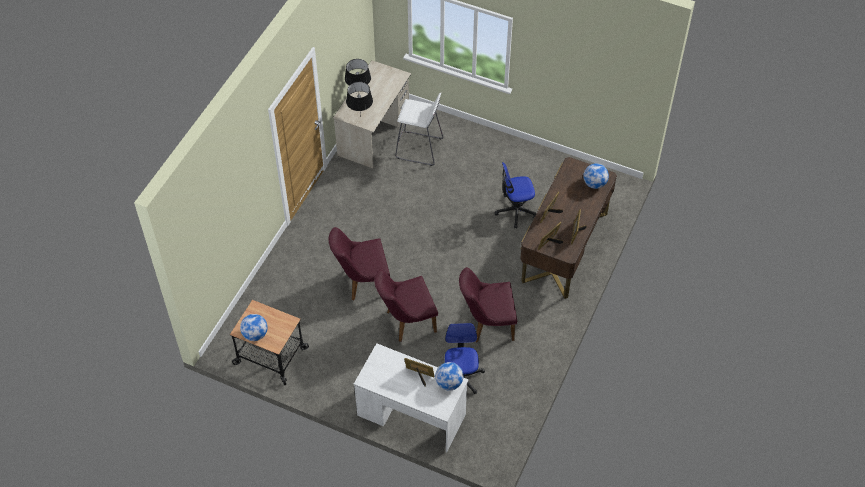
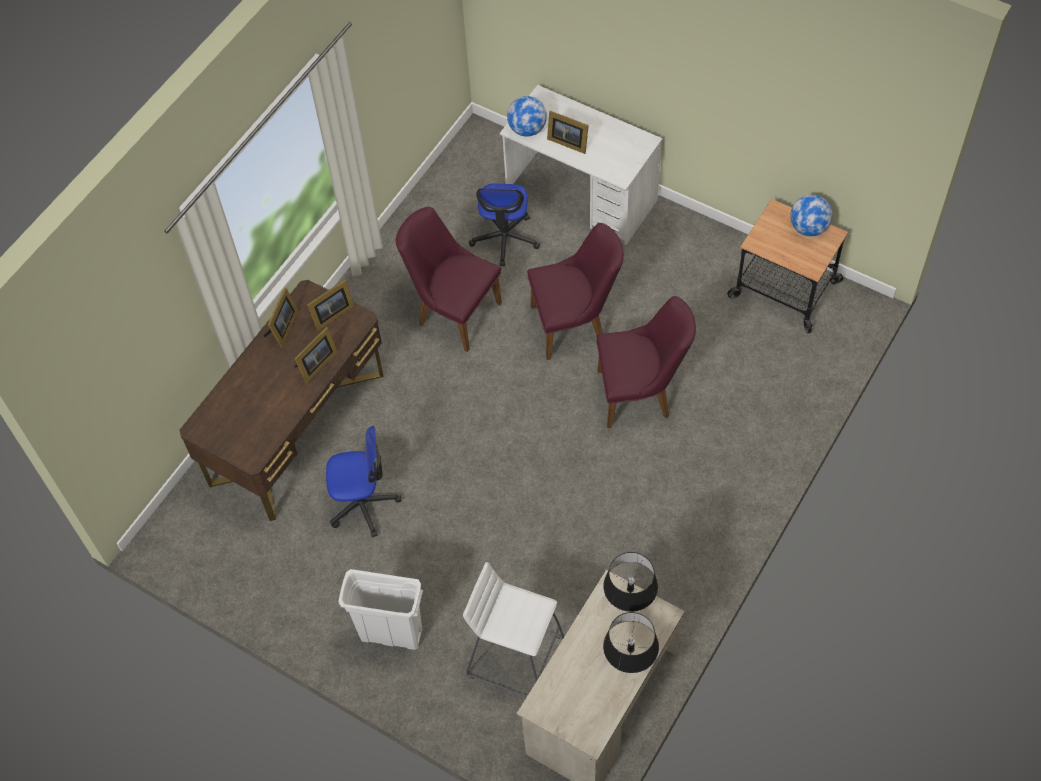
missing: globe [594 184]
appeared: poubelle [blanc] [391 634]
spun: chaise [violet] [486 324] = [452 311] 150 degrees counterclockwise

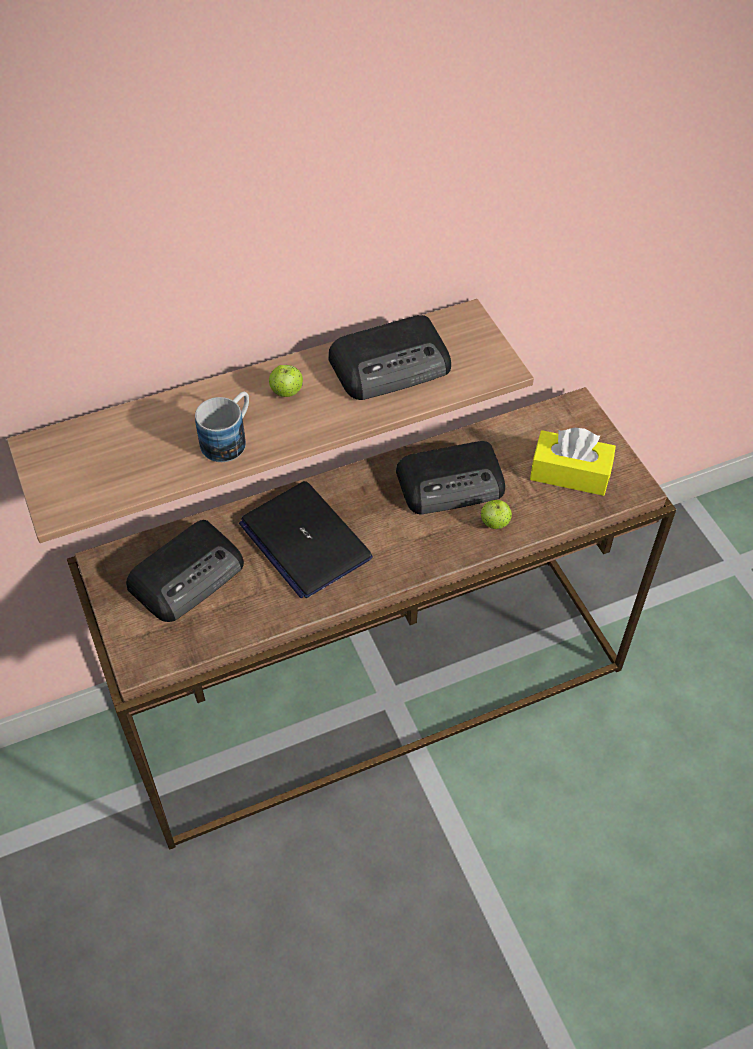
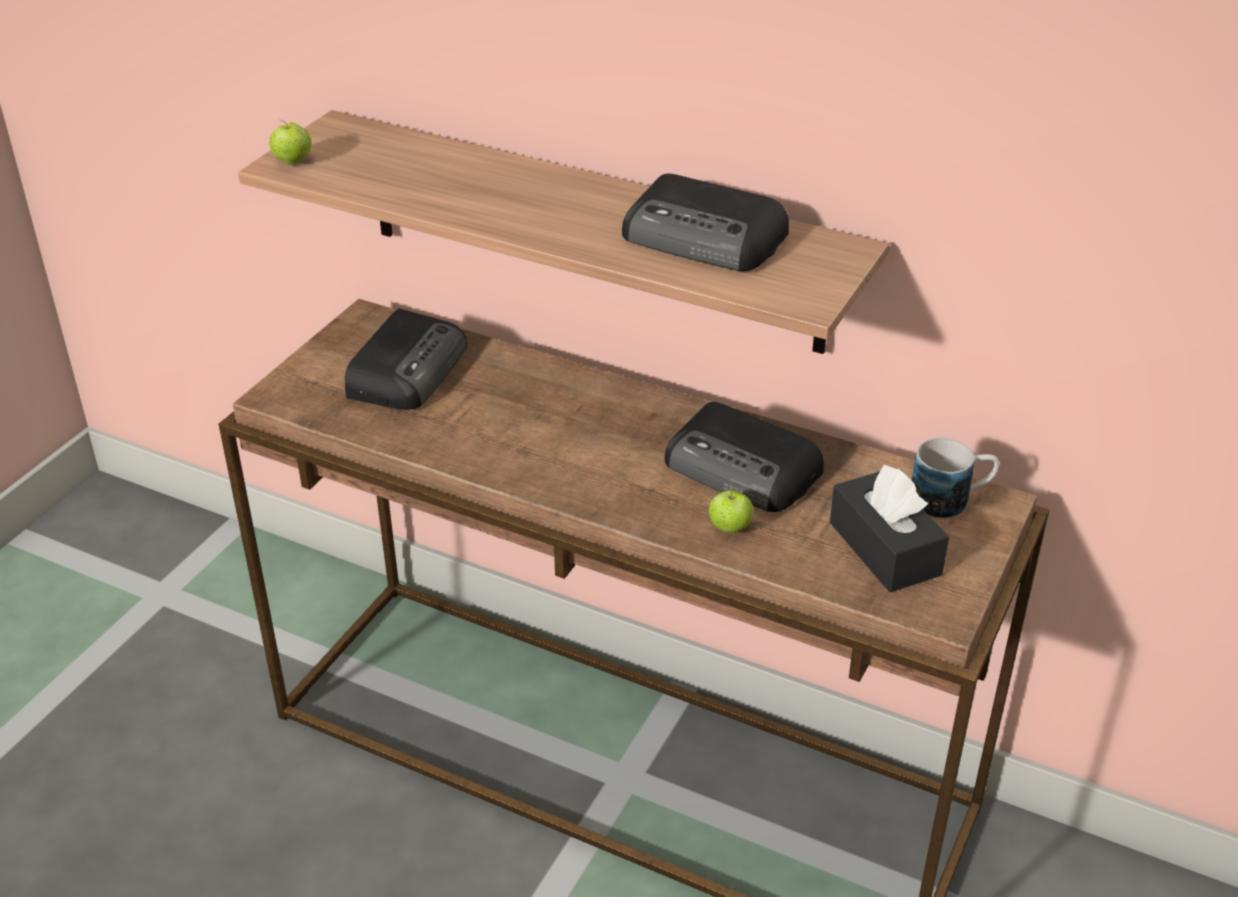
missing: ordinateur portable [304 540]
relocated: pomme [287 392] to [293 161]; mug [230 439] to [951 500]
colour: boîte à mouchoirs [jaune] [570 473] to boîte à mouchoirs [noir] [884 548]
spun: radio [189 575] = [408 369] 75 degrees counterclockwise

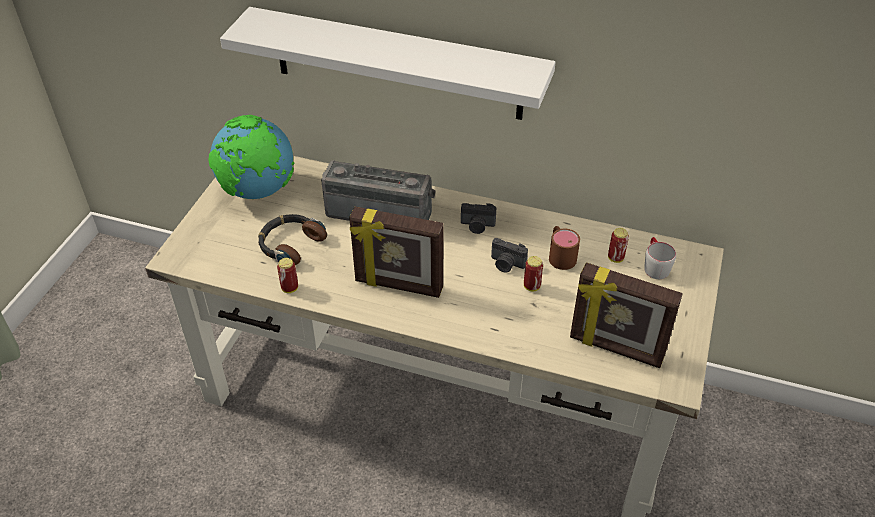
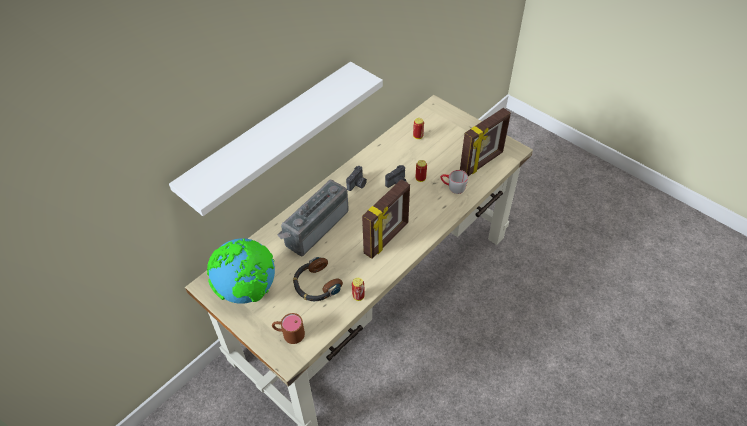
relocated: mug [marron] [560 255] to [289 333]; mug [gris] [654 265] to [453 187]

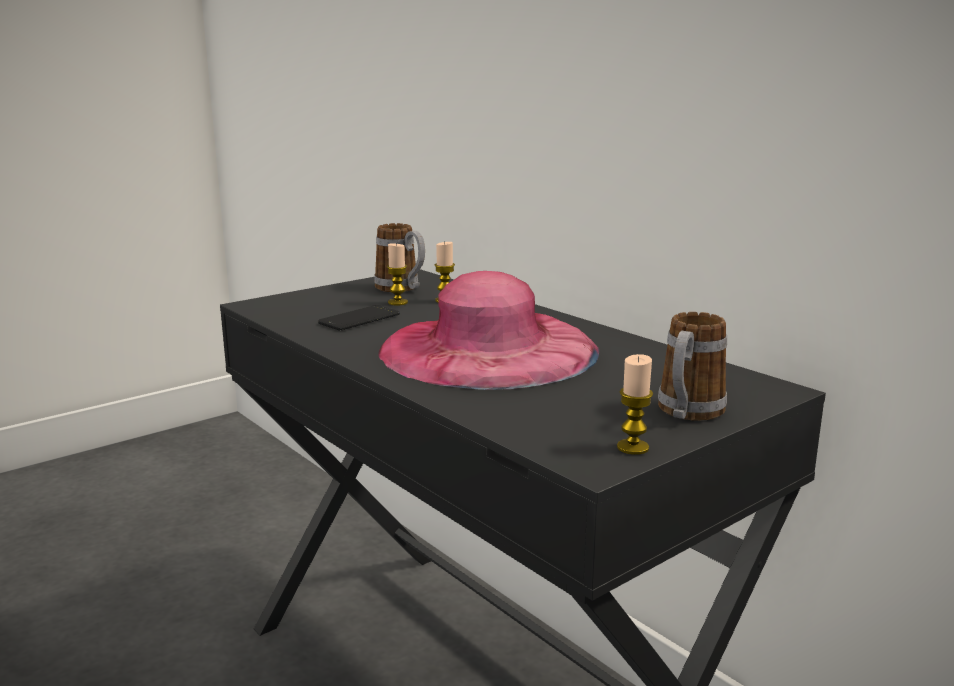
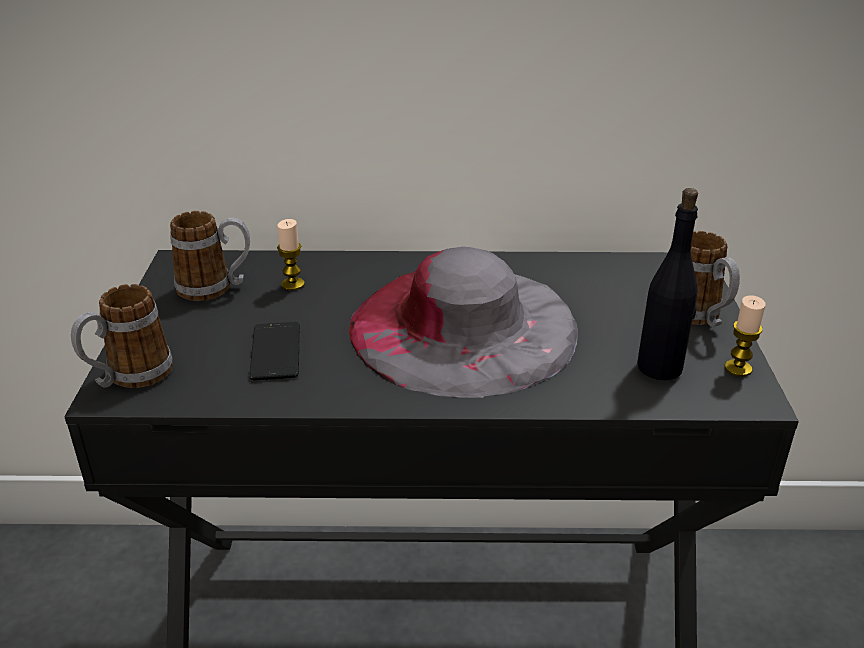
missing: bougie [398 302]
appeared: mug [129 377]; bouteille [noir] [660 367]
colour: chapeau [rose] [488 350] to chapeau [gris] [463 327]

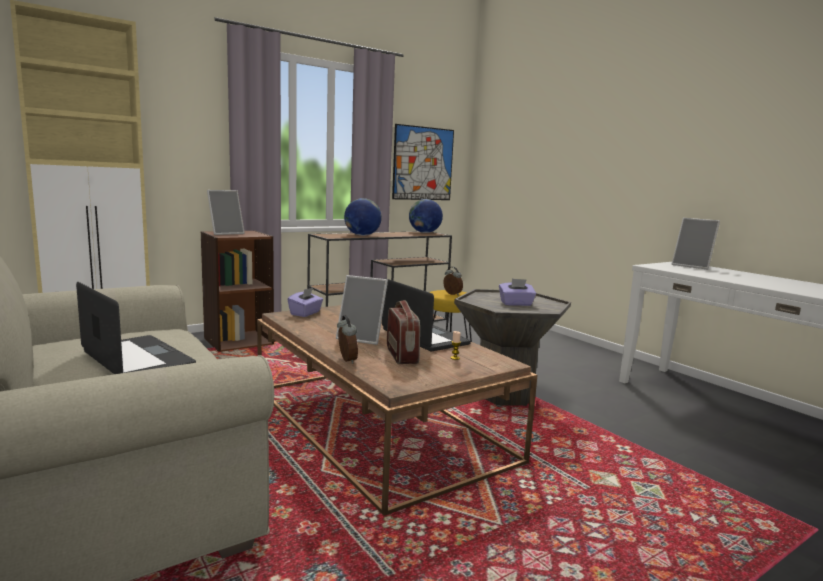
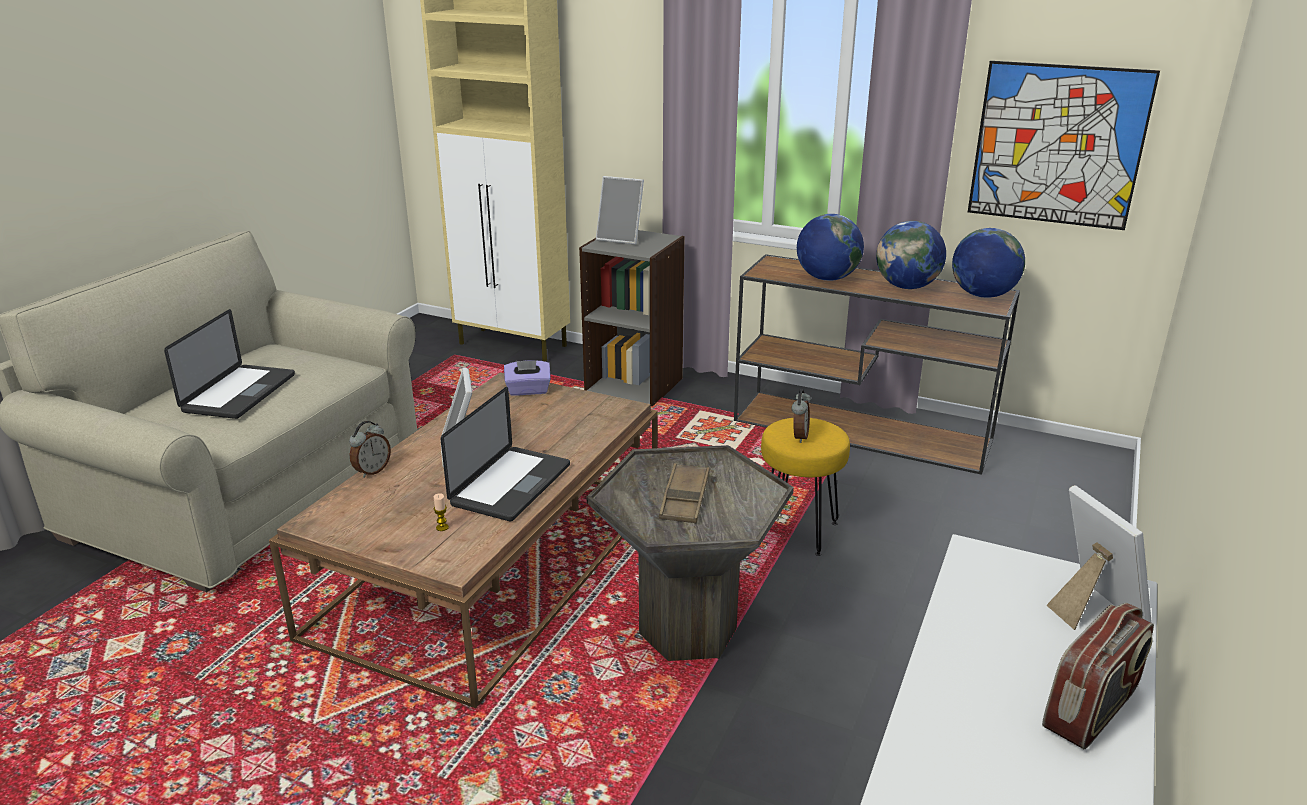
appeared: globe [907 287]
relocated: radio [402 355] to [1091 710]
exchanged: boîte à mouchoirs [violet] [516 304] to plateau [marron] [684 499]
colour: bibliothèque [marron] [238 341] to bibliothèque [gris] [634 385]
spun: cadre photo [692 266] = [1091 609] 150 degrees clockwise

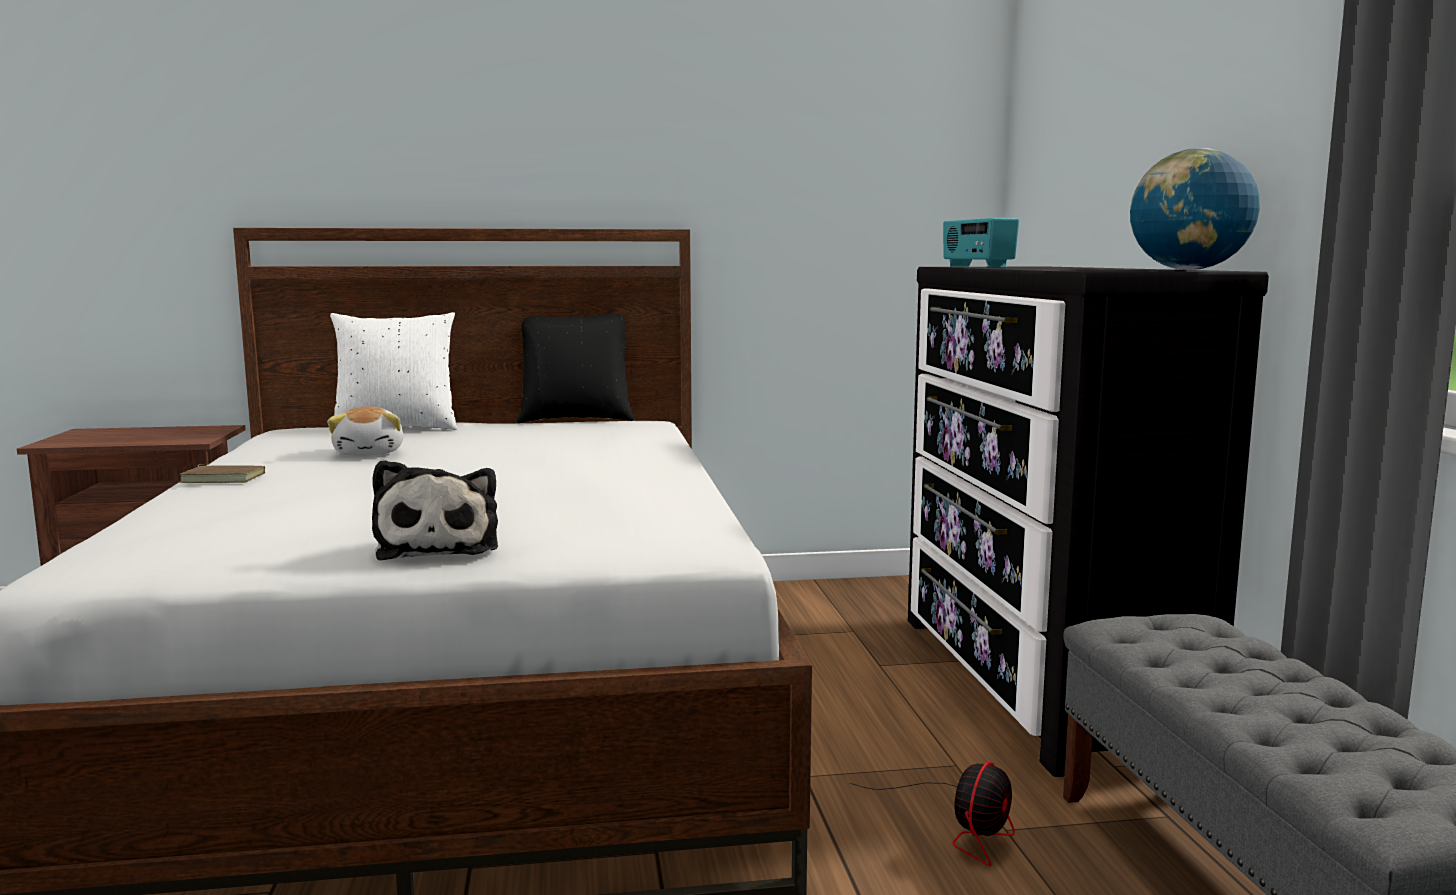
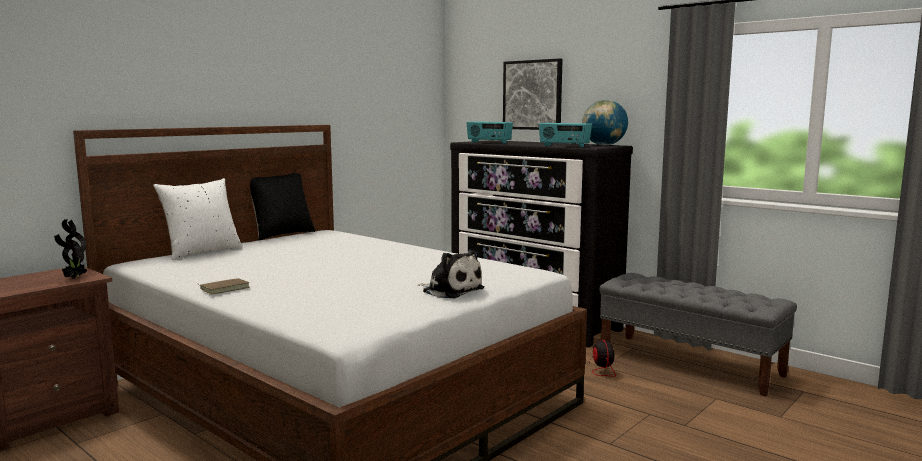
missing: peluche [370 453]
appeared: plante en pot [74 278]; tableau [532 95]; radio [564 146]

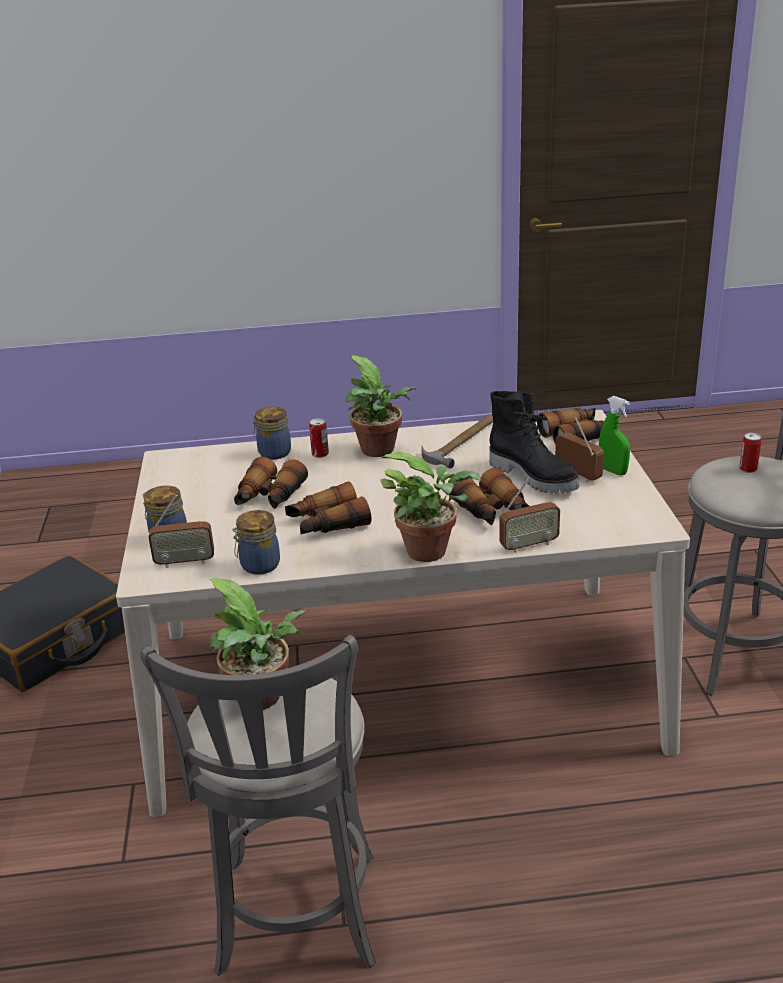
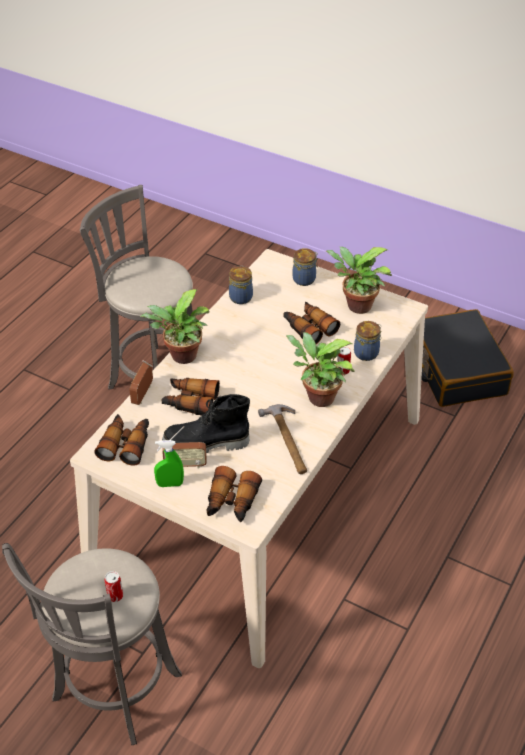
missing: radio [185 562]
relocated: jumelles [327 523] to [126 444]; plante en pot [262 699] to [356 306]

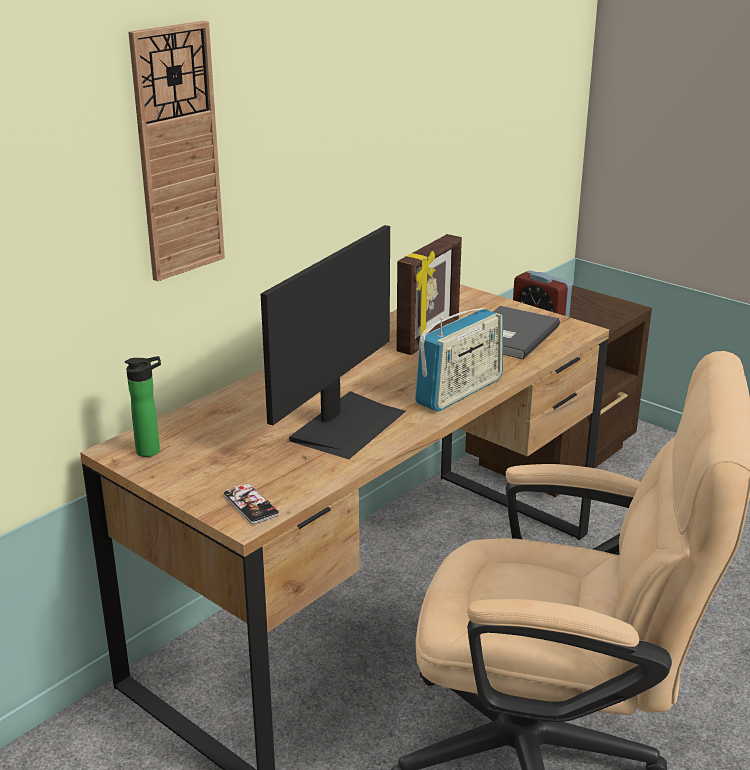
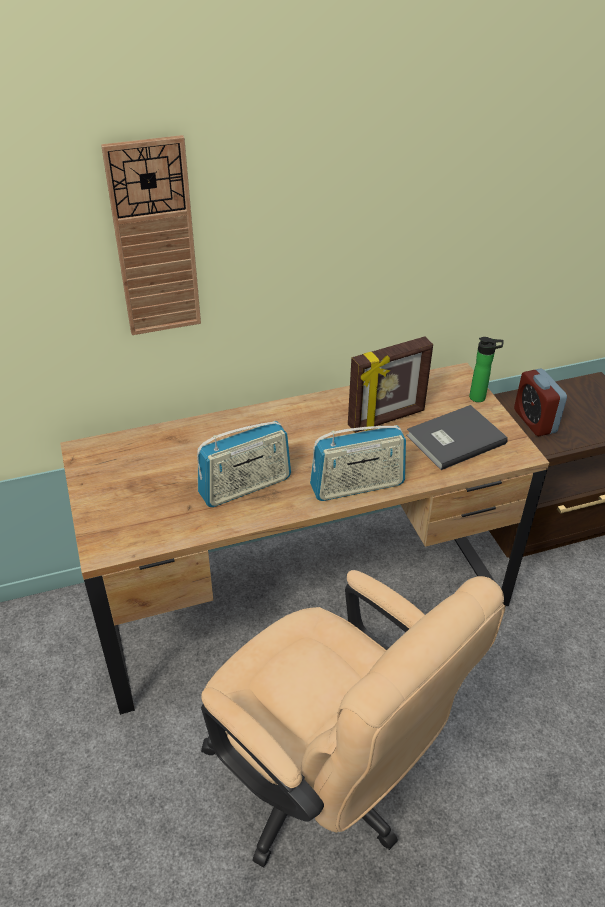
missing: téléphone [250 505]
relocated: bouteille [152 450] to [480 398]
exchanged: écran d'ordinateur [346 424] to radio [245 486]

